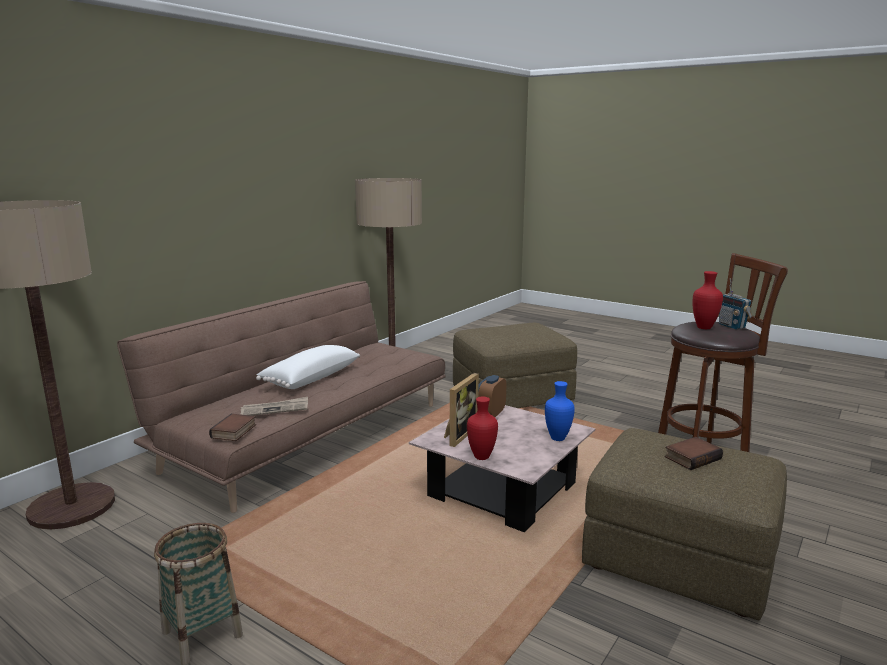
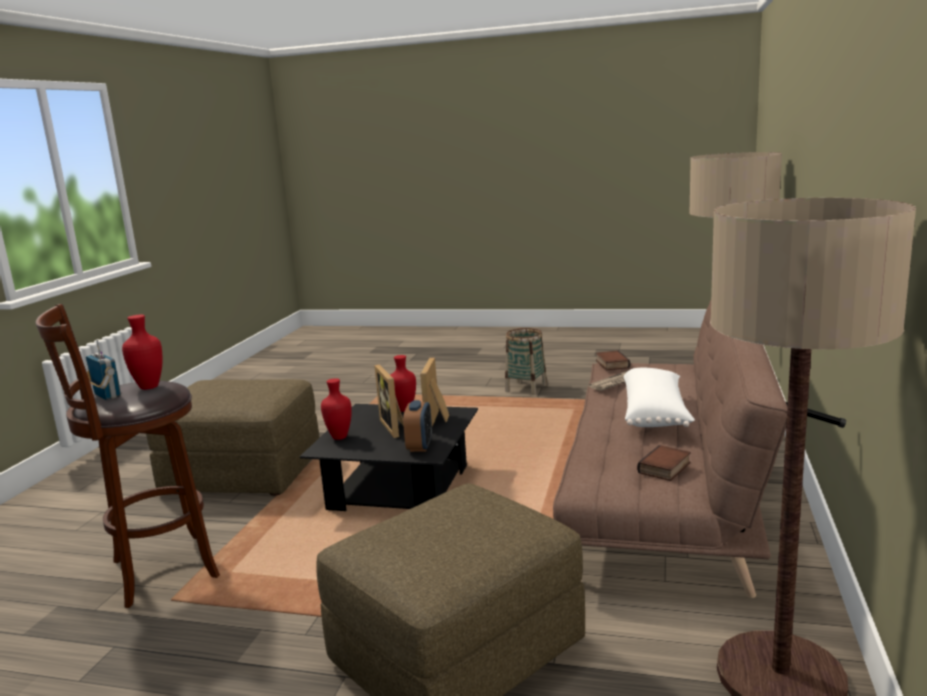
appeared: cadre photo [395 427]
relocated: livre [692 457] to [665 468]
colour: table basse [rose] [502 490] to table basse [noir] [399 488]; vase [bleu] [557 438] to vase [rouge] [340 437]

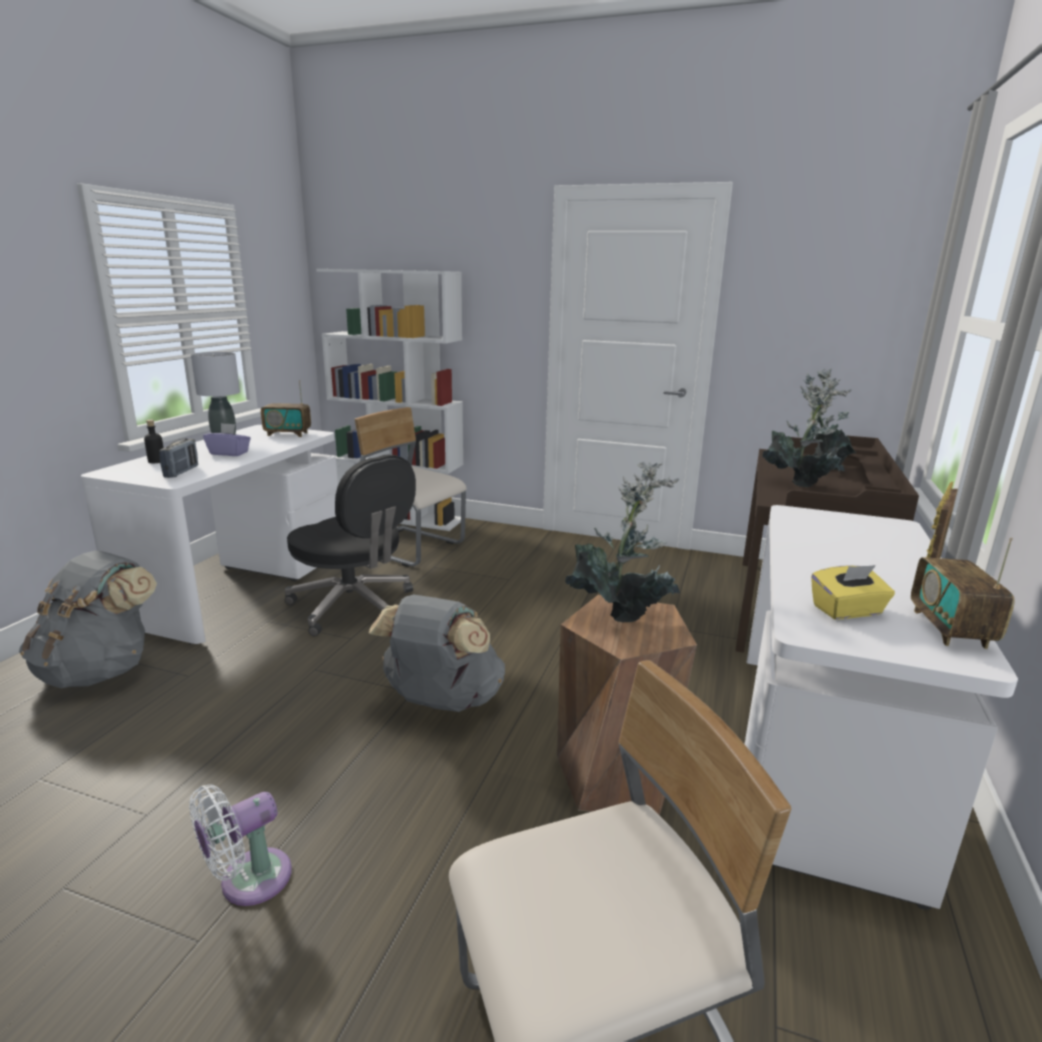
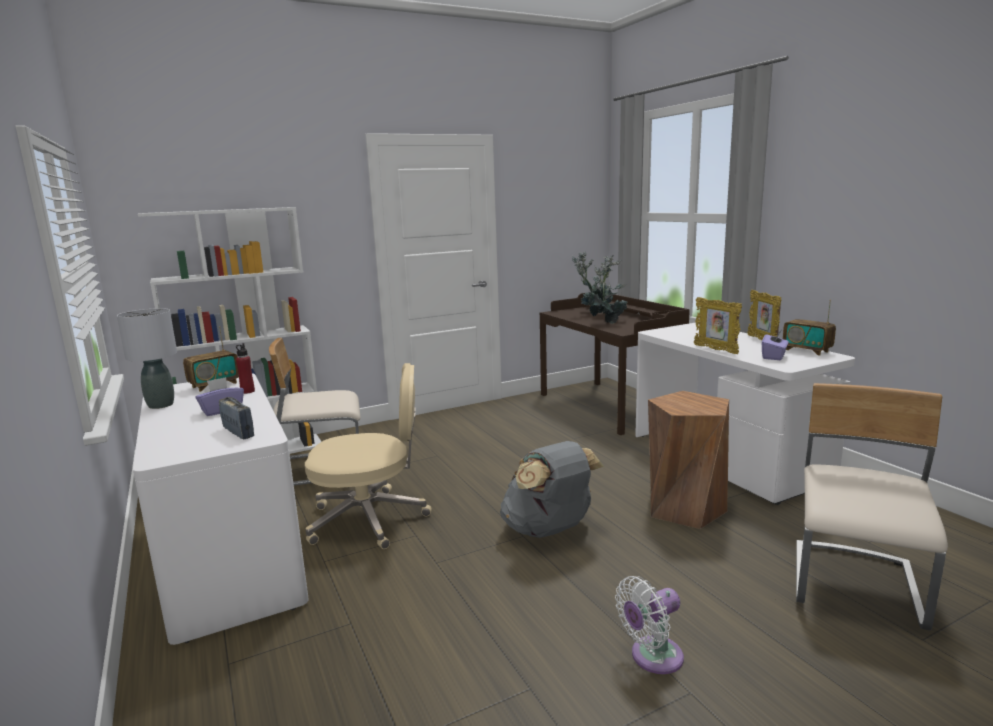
missing: sac à dos [gris] [101 670]; bouteille [noir] [156 461]; plante en pot [622 613]
appeared: bouteille [rouge] [247 391]; cadre photo [716 350]
colour: chaise de bureau [noir] [354 607] to chaise de bureau [beige] [370 519]; boîte à mouchoirs [jaune] [847 611] to boîte à mouchoirs [violet] [774 356]
spun: ventilateur [blanc] [248 881] = [652 657] 60 degrees clockwise

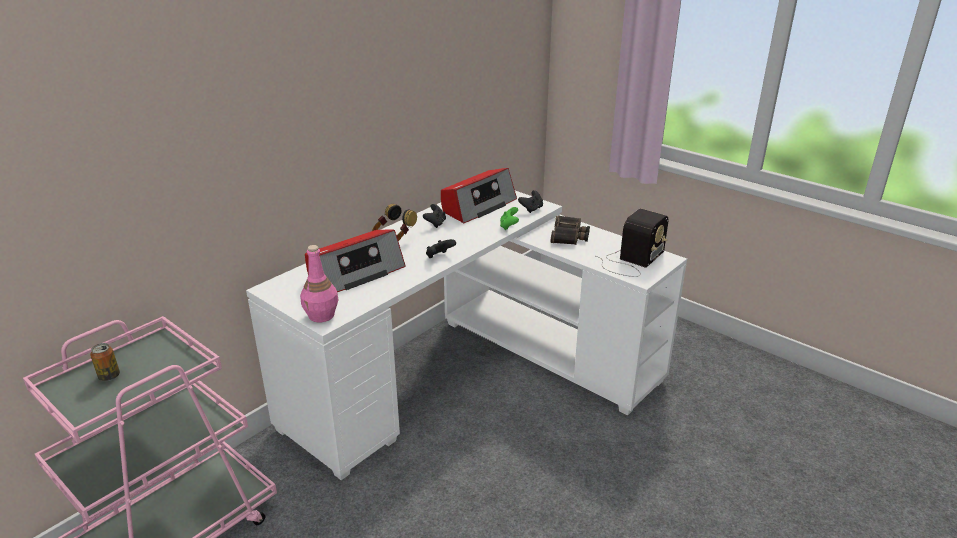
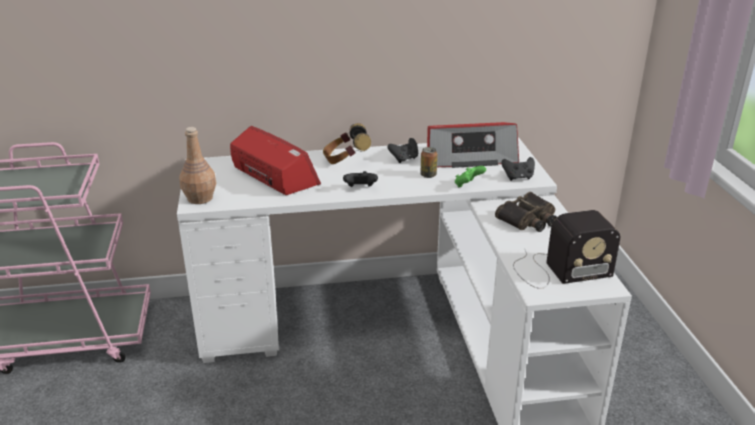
relocated: boîte métallique [109 376] to [428 175]
colour: bouteille [rose] [322 315] to bouteille [marron] [200 198]
spun: radio [355 273] = [274 176] 135 degrees counterclockwise

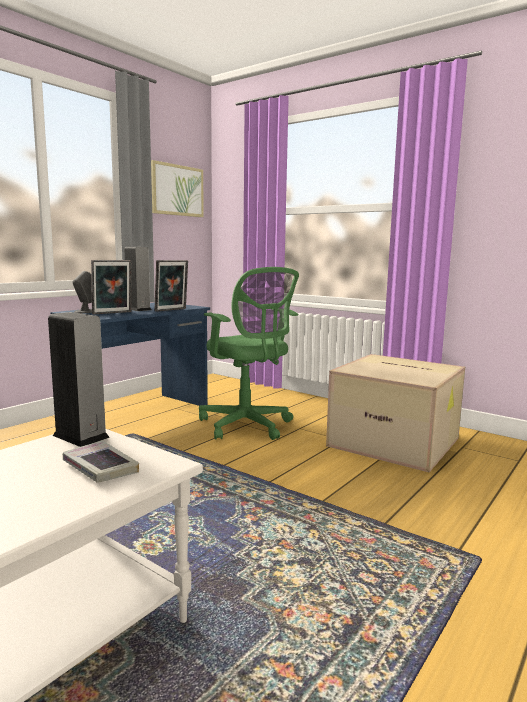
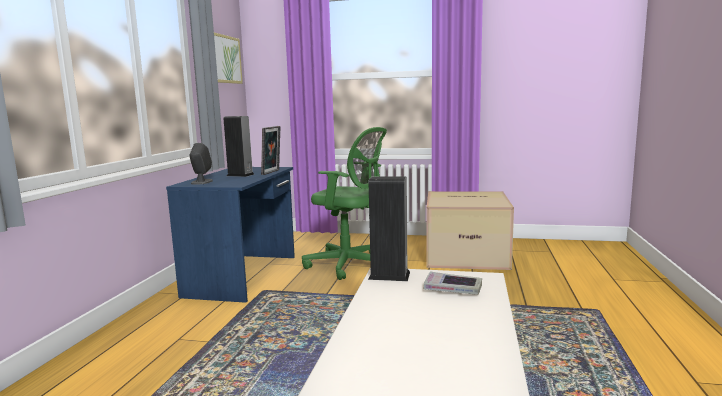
missing: cadre photo [113 313]

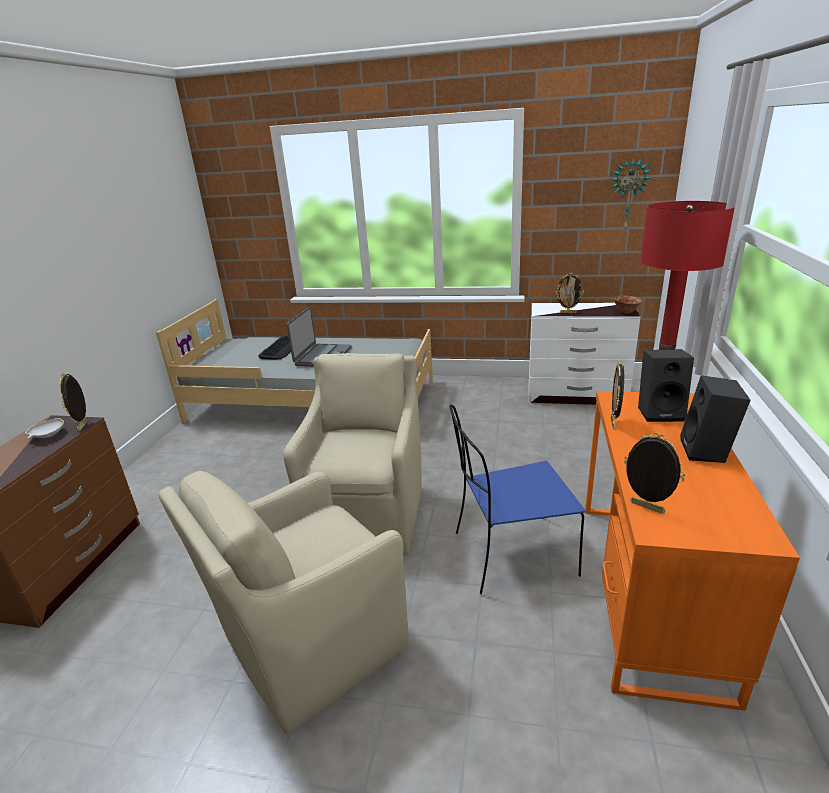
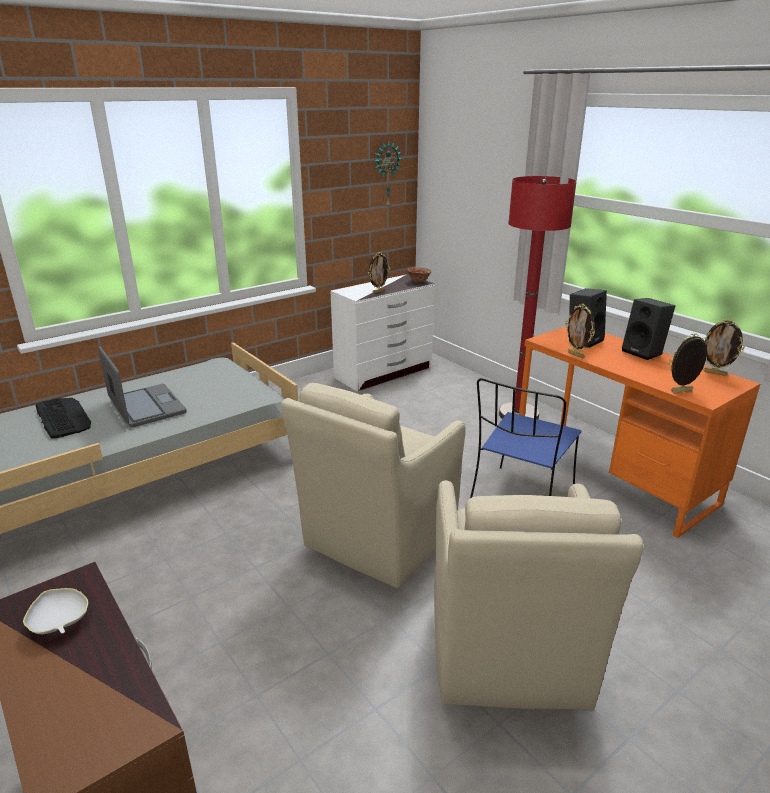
relocated: cadre photo [84 426] to [715 373]
spun: fauteuil [beige] [368 513] = [378 538] 105 degrees counterclockwise

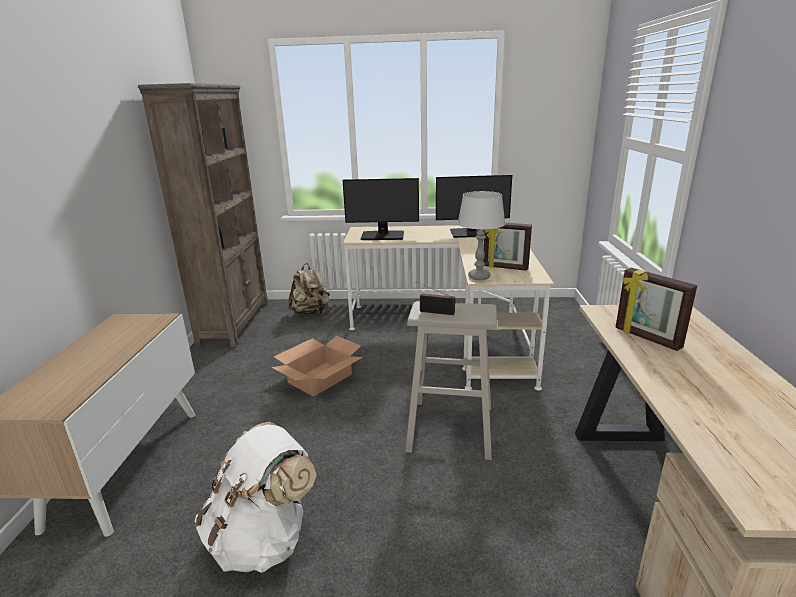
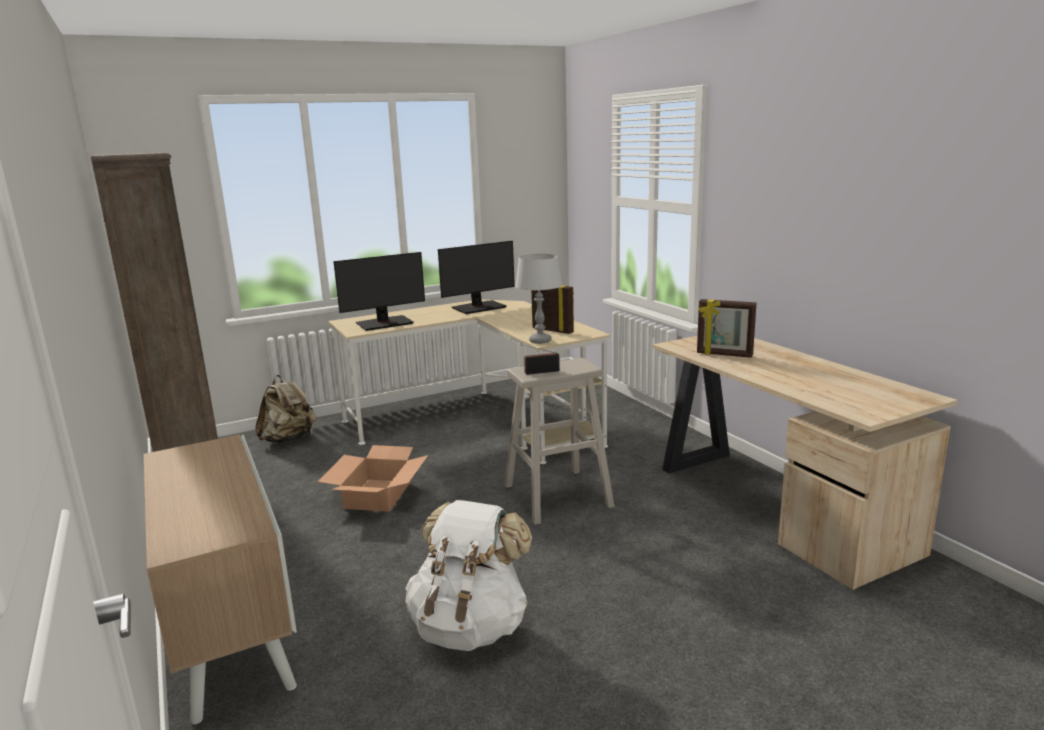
spun: cadre photo [505 268] = [553 330] 135 degrees counterclockwise

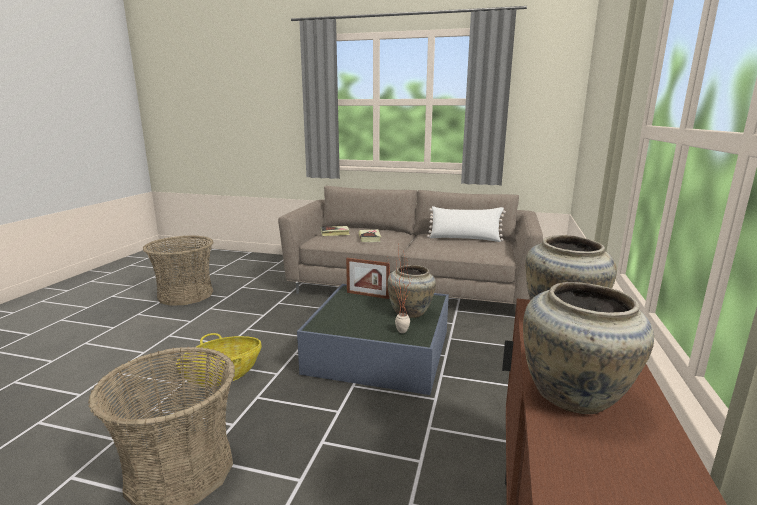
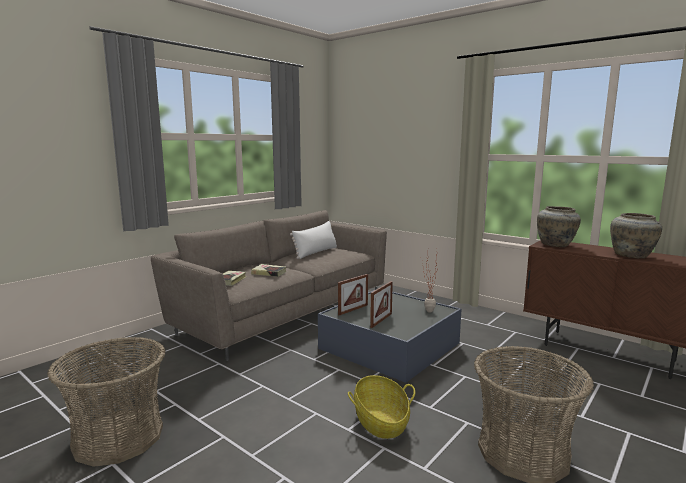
missing: vase [beige] [411 312]
appeared: cadre photo [381 320]

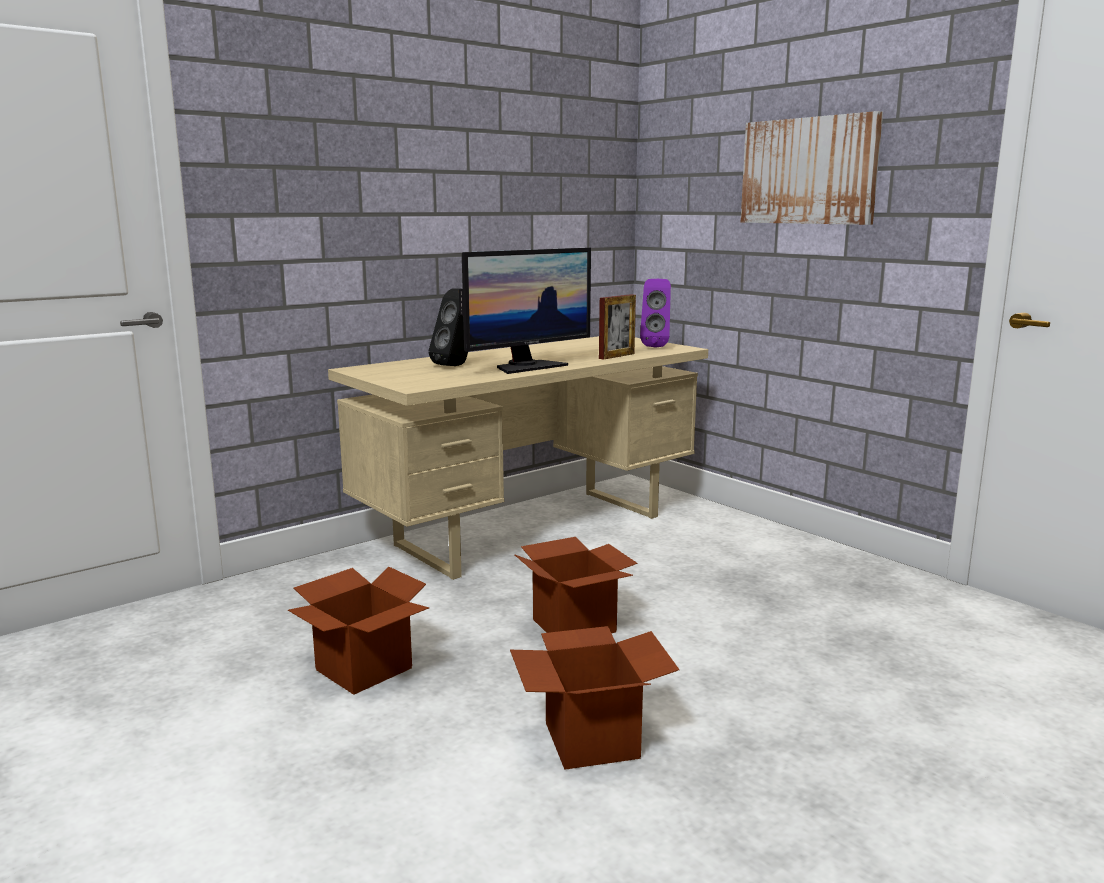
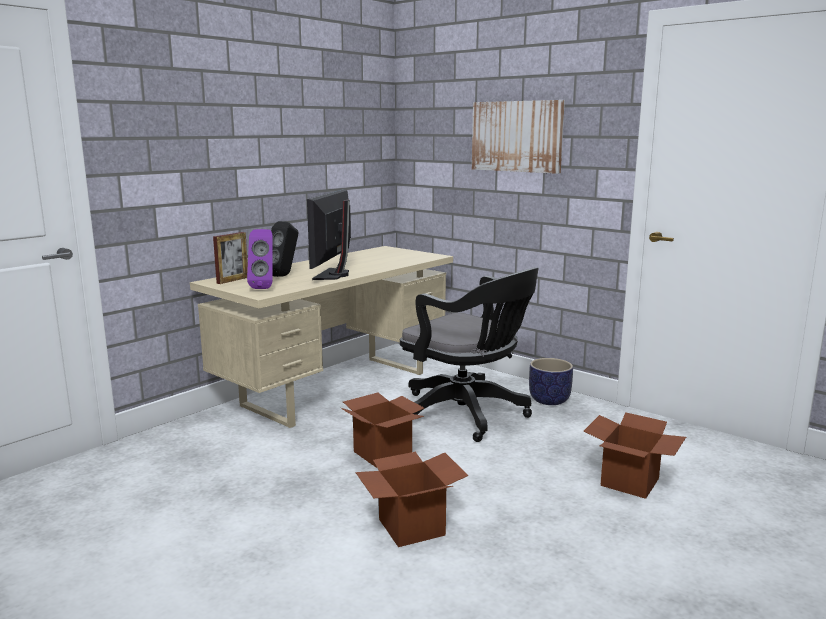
appeared: chaise de bureau [noir] [468 415]; cache-pot [549 400]
relocated: cadre photo [616 356] to [232 280]; enceinte [violet] [655 346] to [264 287]; carton [364 669] to [629 482]
spun: écran d'ordinateur [527 366] = [334 275] 150 degrees clockwise

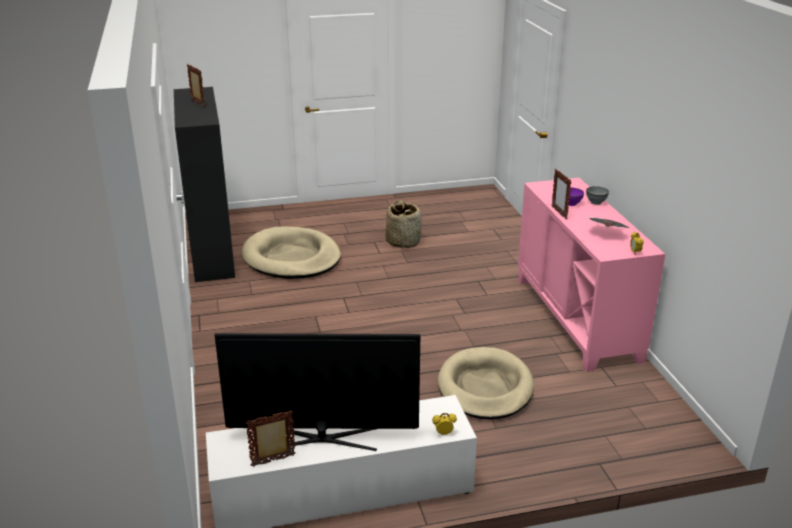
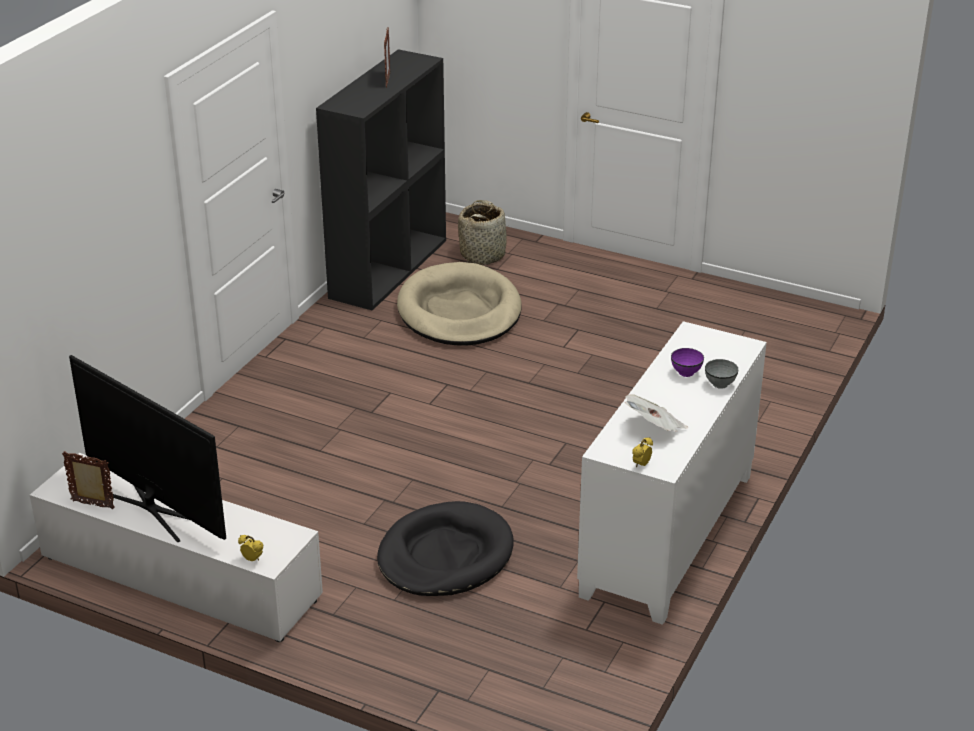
missing: cadre photo [559 213]
relocated: panier [403 241] to [483 255]
colour: panier pour chien [beige] [485 387] to panier pour chien [noir] [445 555]; meuble de rangement [rose] [577 318] to meuble de rangement [blanc] [669 535]

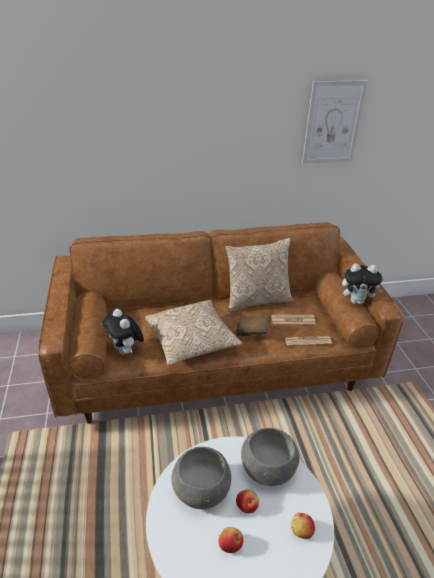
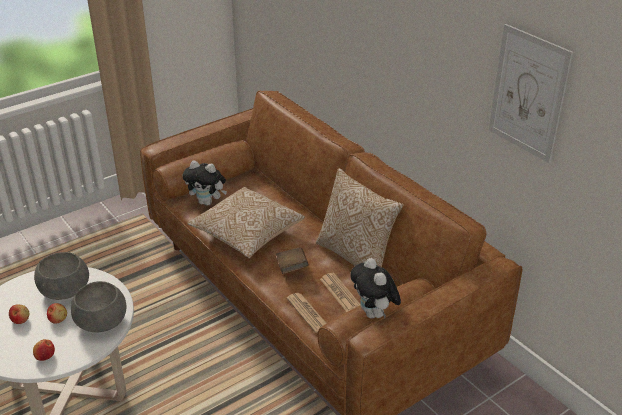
spun: peluche [126 351] = [207 202] 105 degrees counterclockwise

